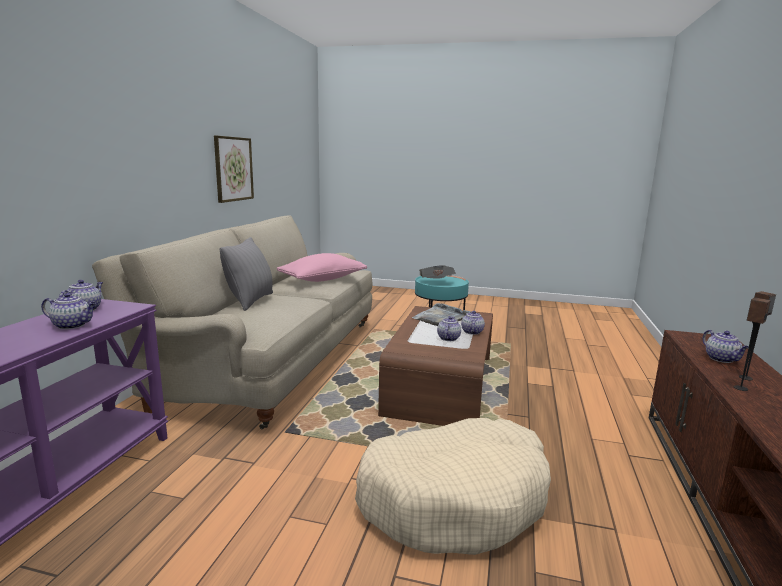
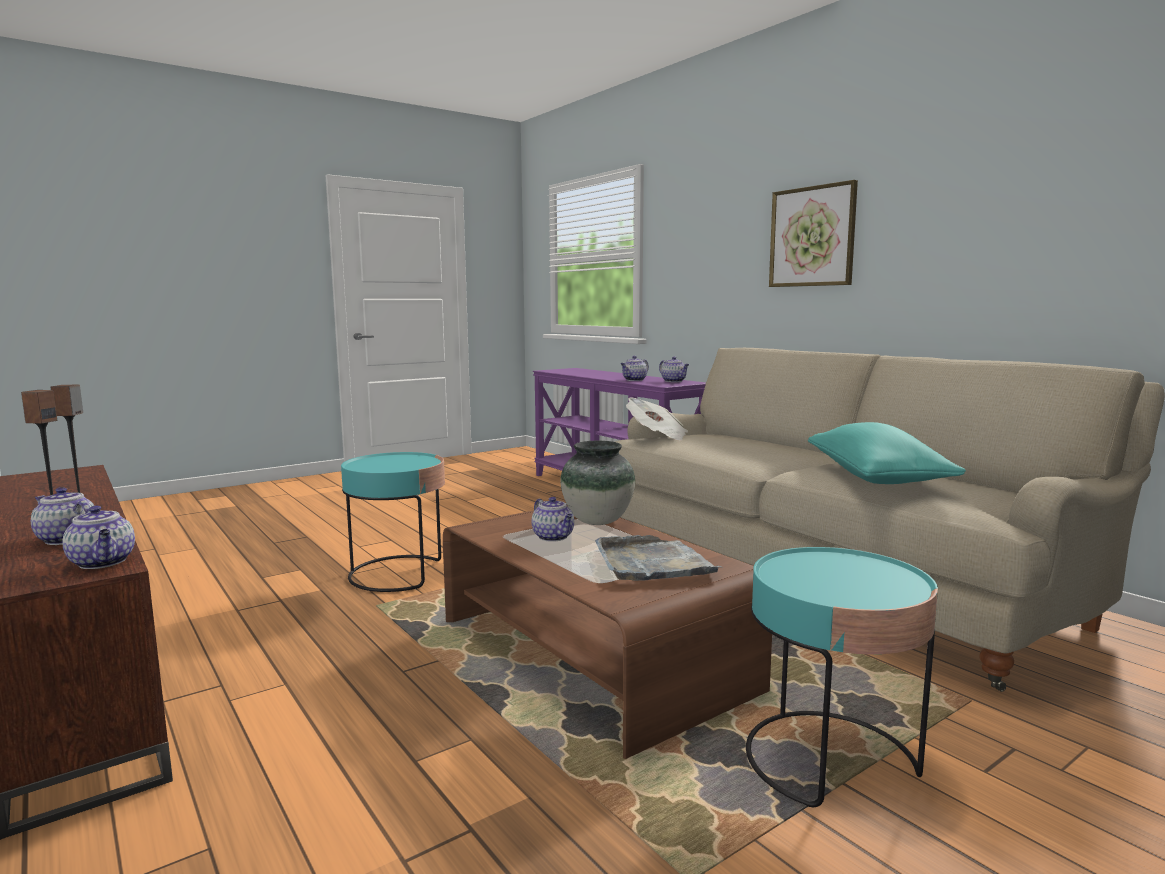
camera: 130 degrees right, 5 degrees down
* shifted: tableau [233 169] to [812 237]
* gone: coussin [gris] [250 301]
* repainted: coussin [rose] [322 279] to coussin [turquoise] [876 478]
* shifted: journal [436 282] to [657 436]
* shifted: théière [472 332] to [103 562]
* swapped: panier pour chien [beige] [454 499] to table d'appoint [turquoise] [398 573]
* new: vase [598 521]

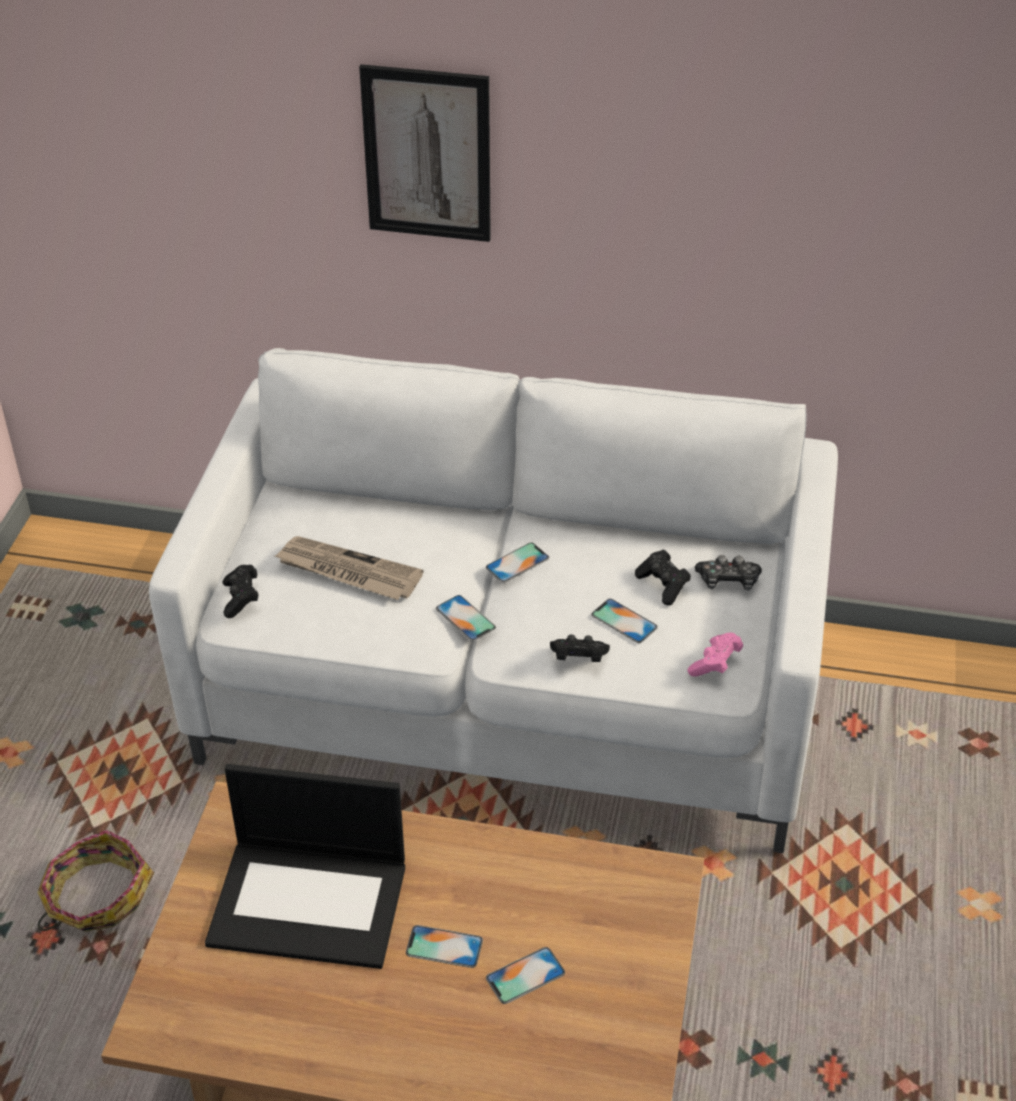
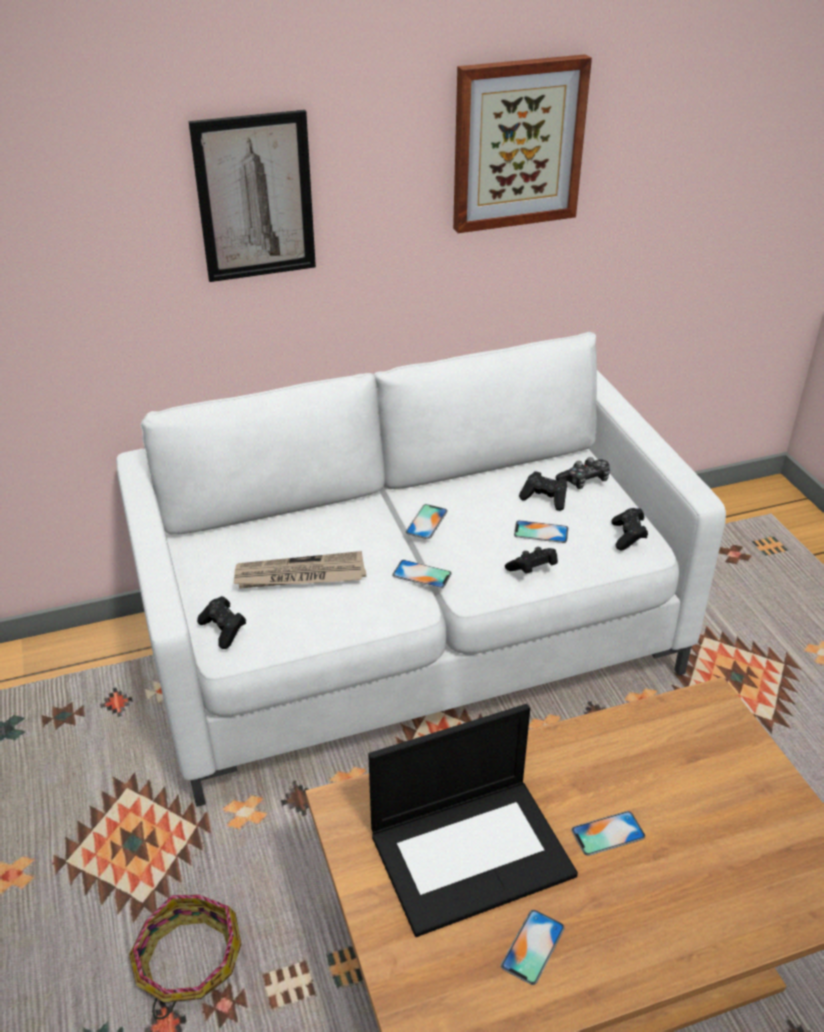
camera: 30 degrees left, 5 degrees down
* repainted: manette [rose] [715 664] to manette [noir] [628 536]
* shifted: téléphone [525 975] to [533 946]
* new: tableau [517 144]

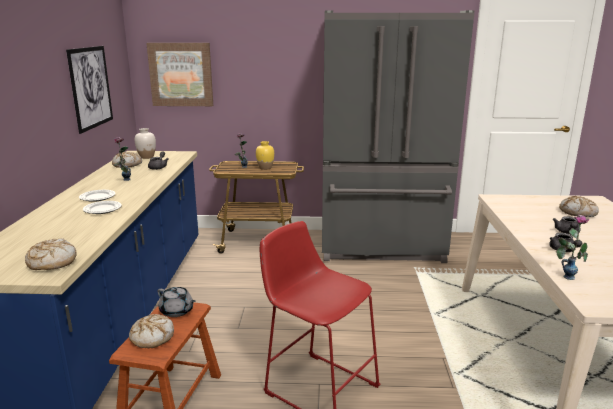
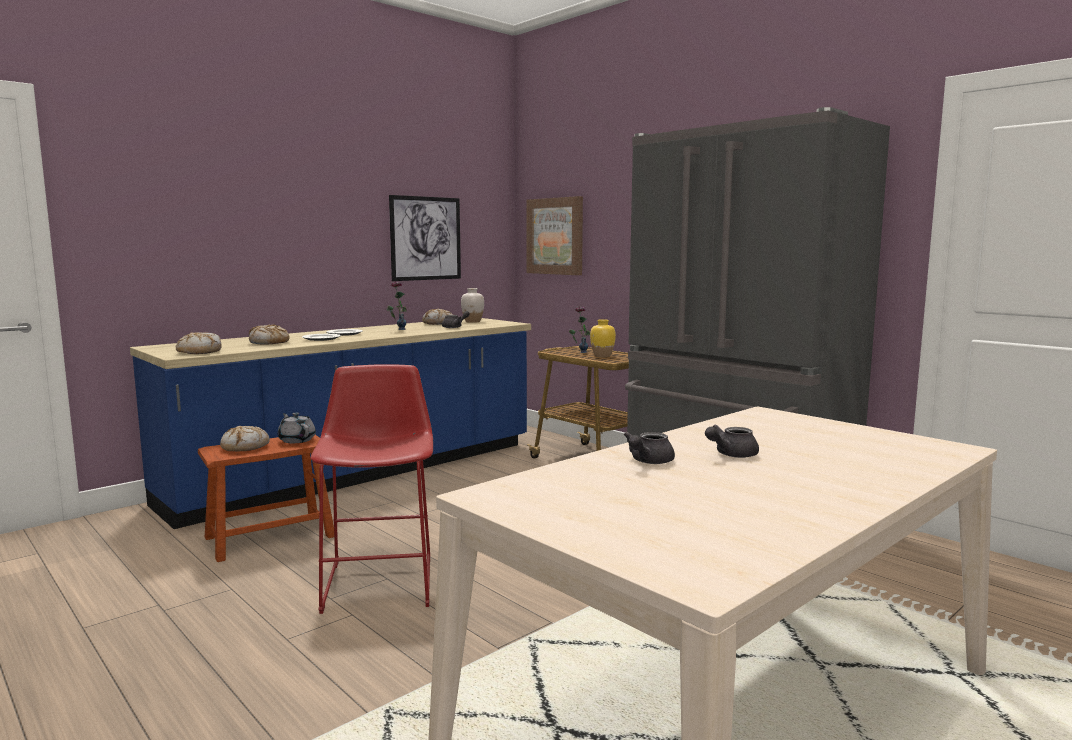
camera: 45 degrees right, 10 degrees down
* shifted: pain [578 212] to [269 343]
* gone: vase [567 274]
* rotated: théière [gris] [177 311] = [297 440] 150 degrees clockwise

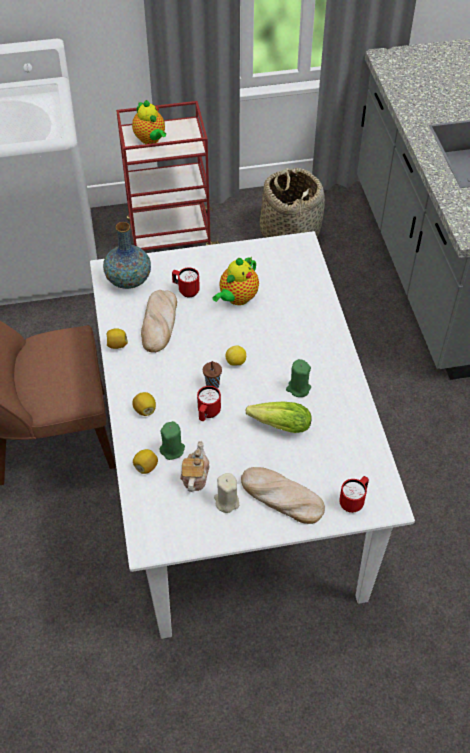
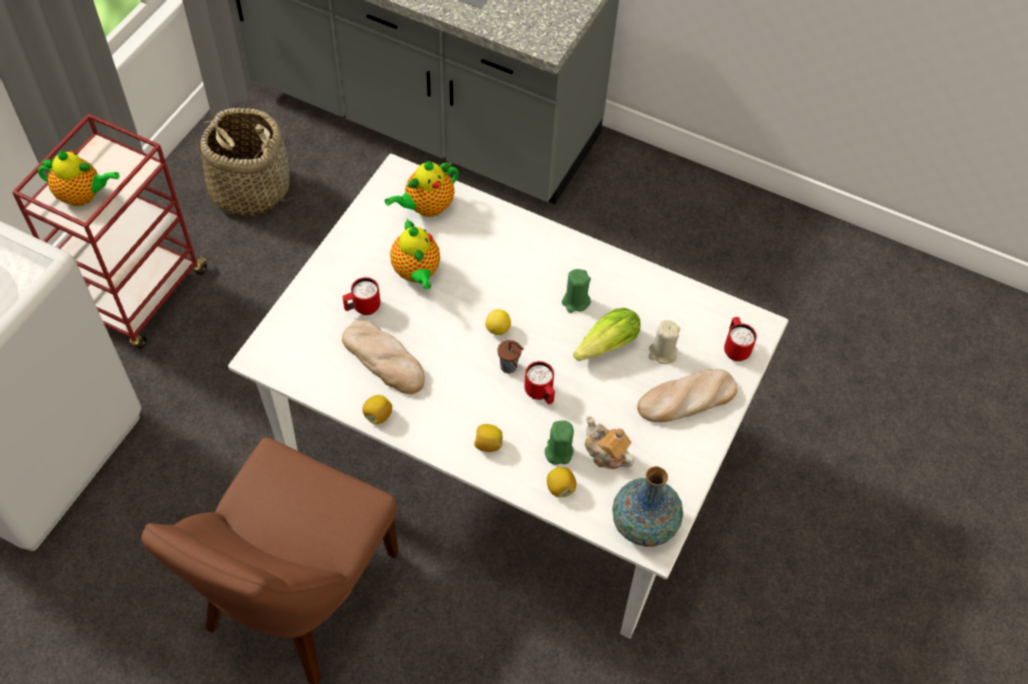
camera: 55 degrees left, 5 degrees up
* shifted: vase [129 280] to [644 524]
* shifted: bougie [beige] [226 501] to [662 353]
* new: théière [426 207]

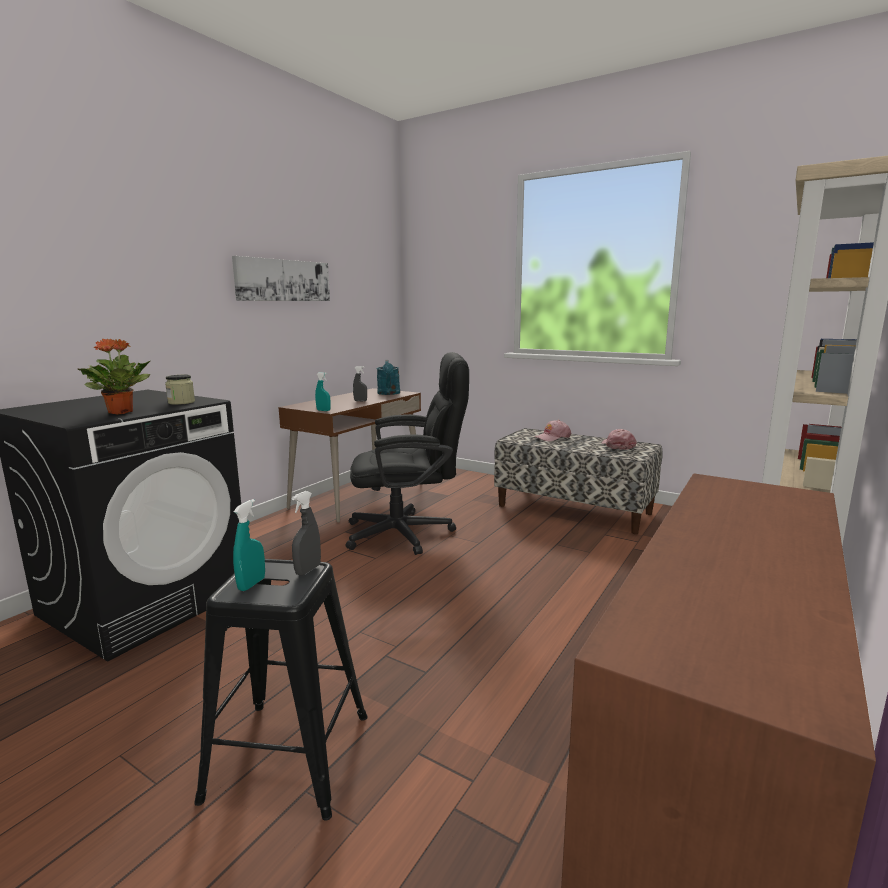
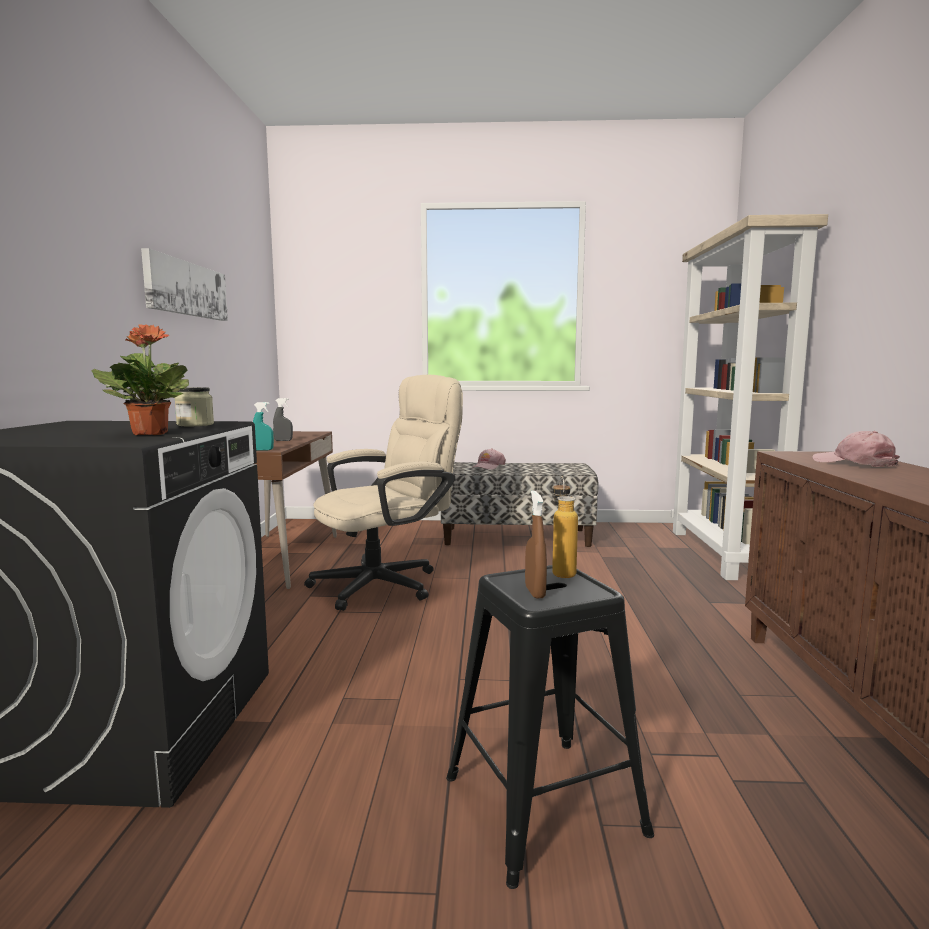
camera: 30 degrees left, 5 degrees down
* repainted: chaise de bureau [noir] [410 533] to chaise de bureau [beige] [387 583]
* gone: arrosoir [turquoise] [389 393]
* shifted: casquette [rose] [617 445] to [854 463]
* swapped: vaporisateur [gris] [308 570] to bouteille [562 571]
* repainted: vaporisateur [turquoise] [251 584] to vaporisateur [marron] [535 592]

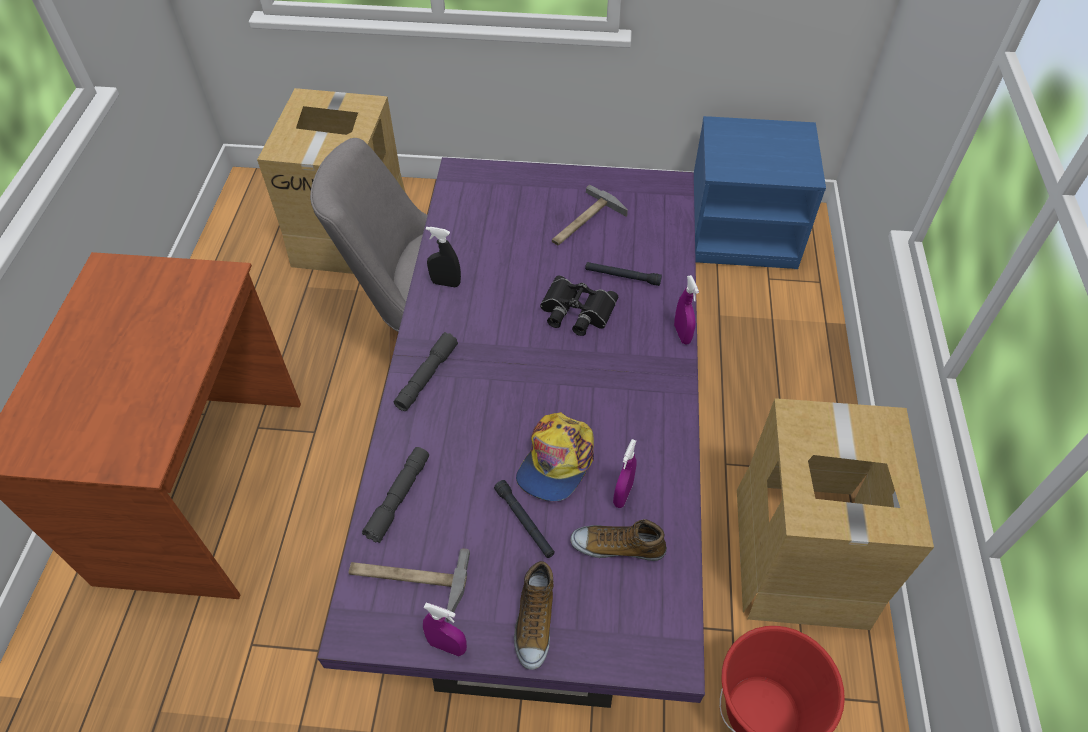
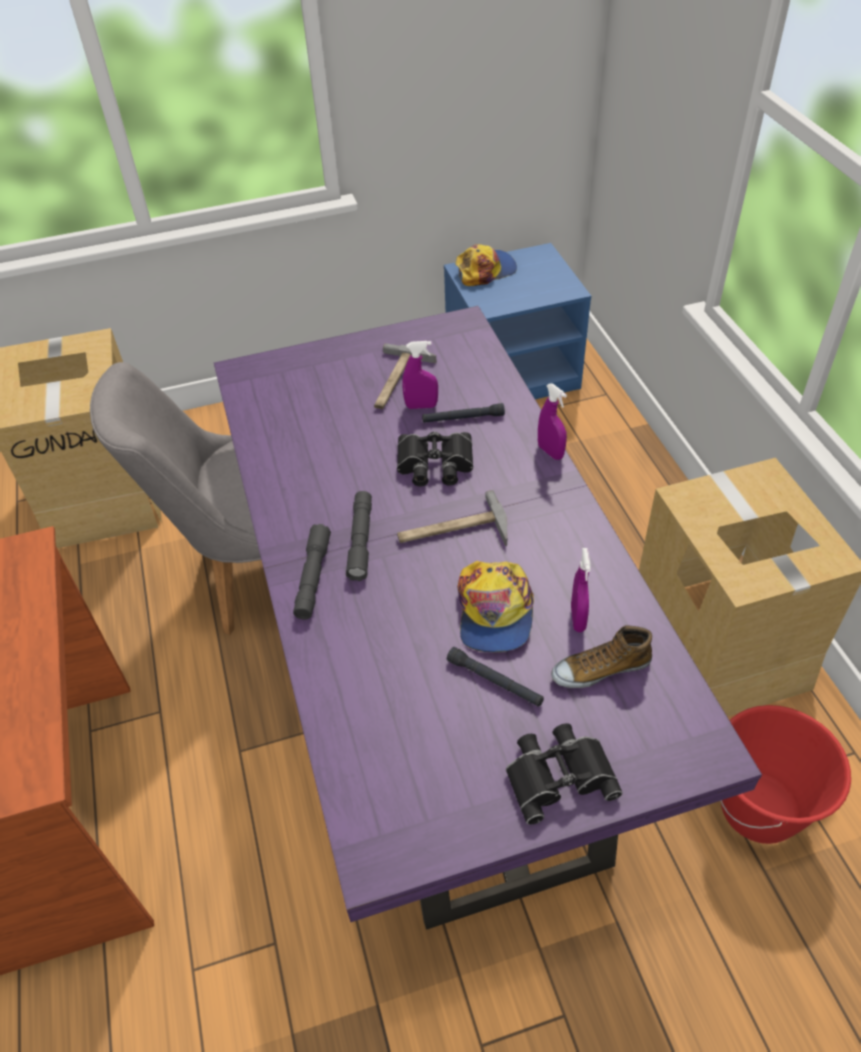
camera: 20 degrees left, 5 degrees down
* gone: vaporisateur [noir] [445 283]
* shifted: lampe de poche [gris] [398 497] to [361 540]
* shifted: marteau [407 580] to [452 531]
* swapped: chaussure [534 621] to jumelles [noir] [558 774]
* shifted: vaporisateur [violet] [447 646] to [421 406]
* new: casquette [485 270]

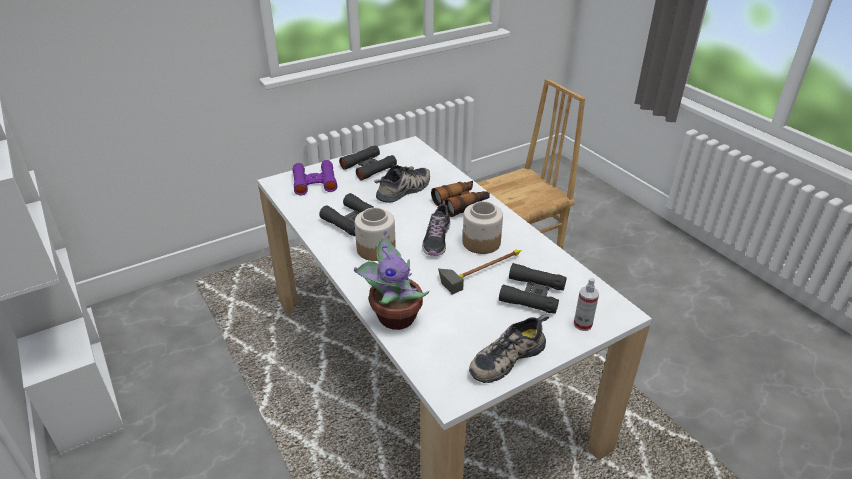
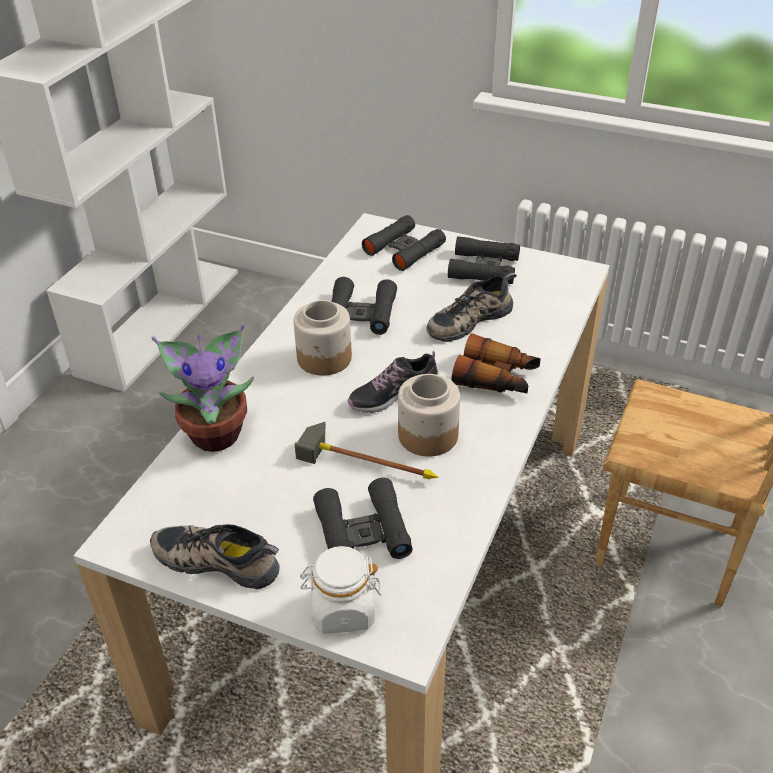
camera: 55 degrees right, 5 degrees up
* repainted: jumelles [violet] [314 182] to jumelles [noir] [404 249]
* rotated: chaussure [404 190] = [469 319] 135 degrees clockwise
* swapped: vaporisateur [582 324] to bocal [blanc] [342 610]

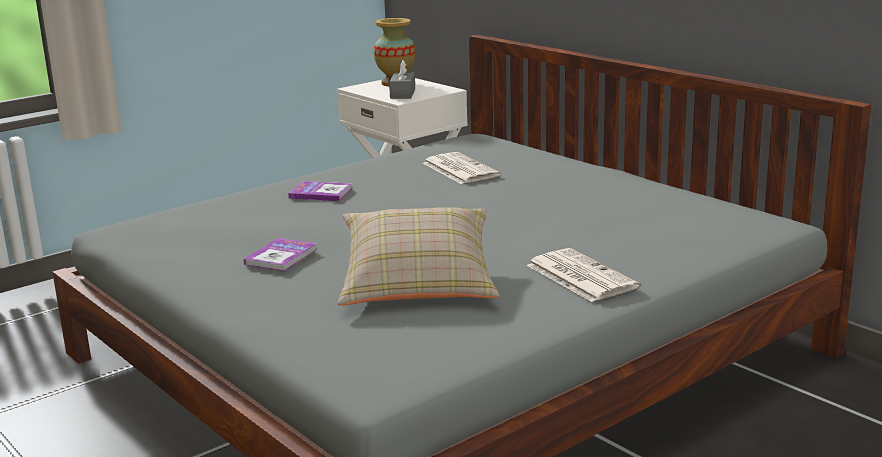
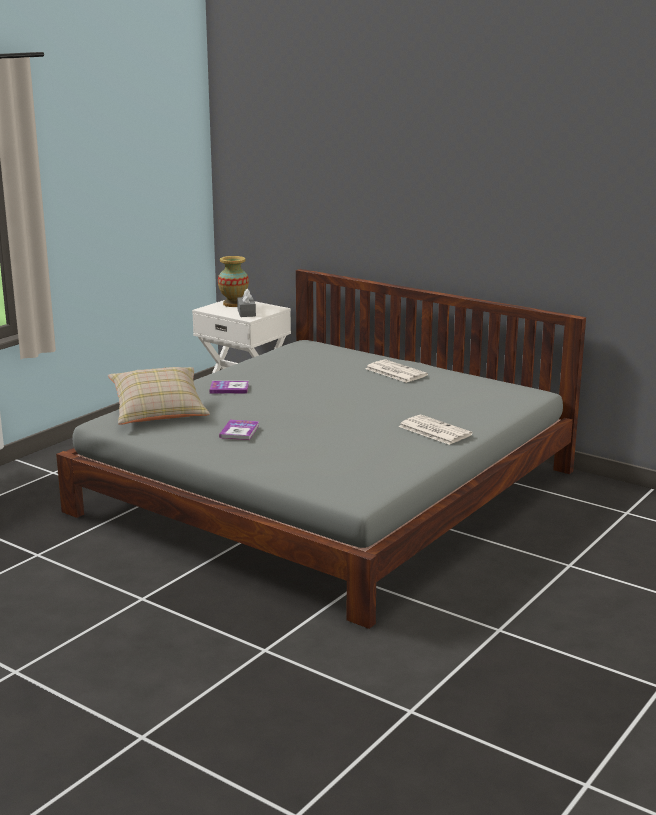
camera: 15 degrees left, 0 degrees up
* shifted: journal [458 169] to [395 372]
* shifted: coussin [beige] [417 284] to [158 412]

